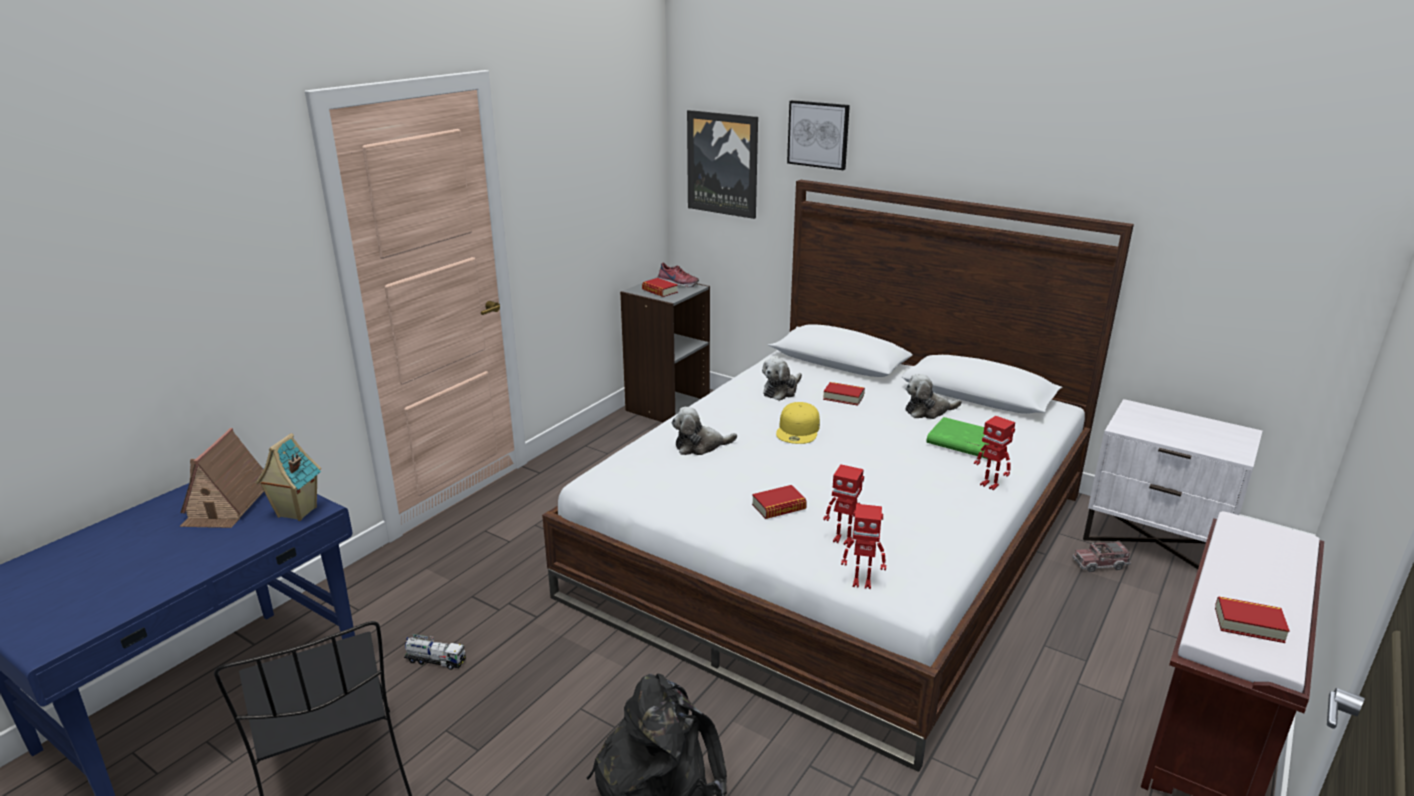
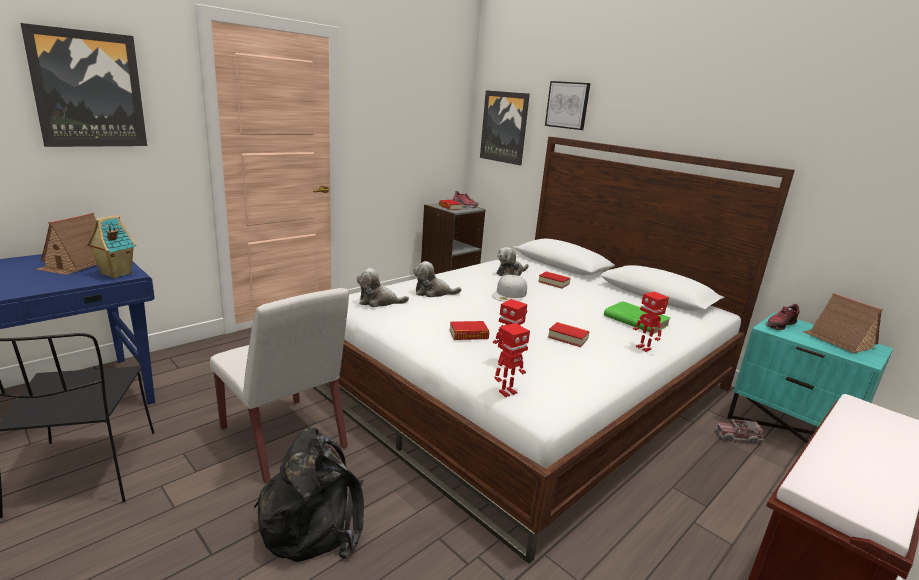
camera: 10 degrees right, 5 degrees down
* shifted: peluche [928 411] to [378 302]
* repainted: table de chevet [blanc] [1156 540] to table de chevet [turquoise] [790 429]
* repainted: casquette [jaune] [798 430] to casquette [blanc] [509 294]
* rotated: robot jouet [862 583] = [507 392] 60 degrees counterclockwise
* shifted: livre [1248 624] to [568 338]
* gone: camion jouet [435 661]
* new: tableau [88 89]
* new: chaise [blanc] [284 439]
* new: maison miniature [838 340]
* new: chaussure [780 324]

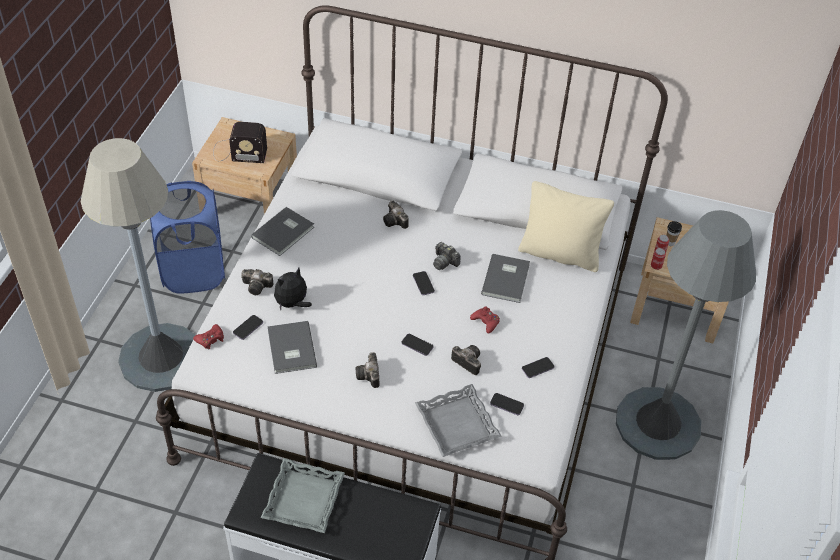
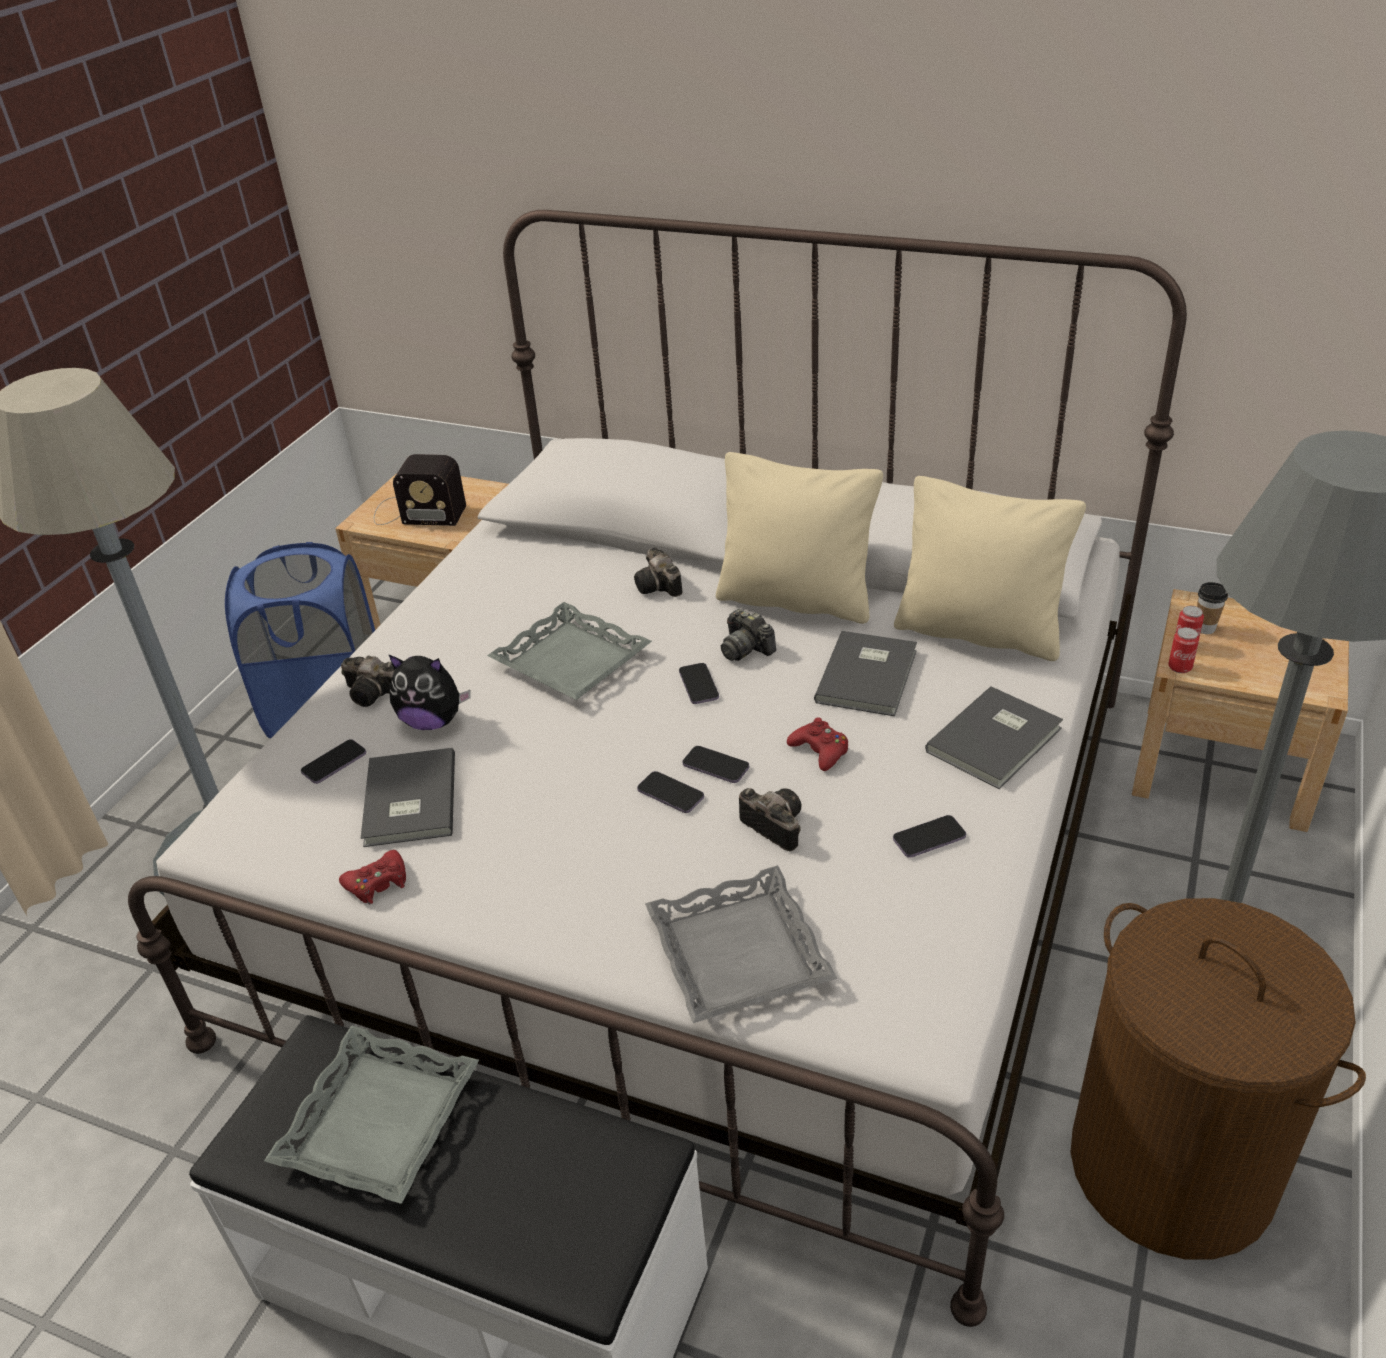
camera: 10 degrees right, 10 degrees down
* shifted: livre [gris] [284 233] to [997 740]
* rotated: peluche [292 304] = [433 721] 135 degrees counterclockwise
* shifted: manette [rouge] [210 339] to [378 883]
* gone: appareil photo [369 376]
* shifted: téléphone [506 405] to [716 766]
* new: coussin [beige] [796 600]
* new: plateau [gris] [572 660]
* new: panier à linge [marron] [1172 1167]

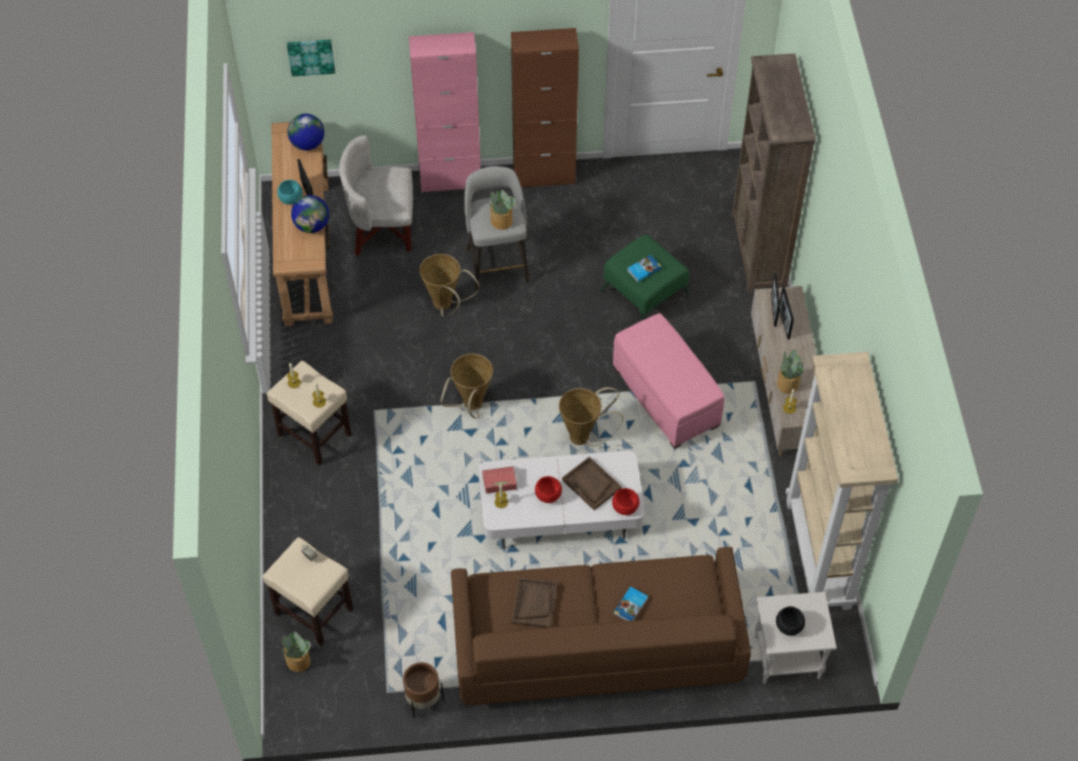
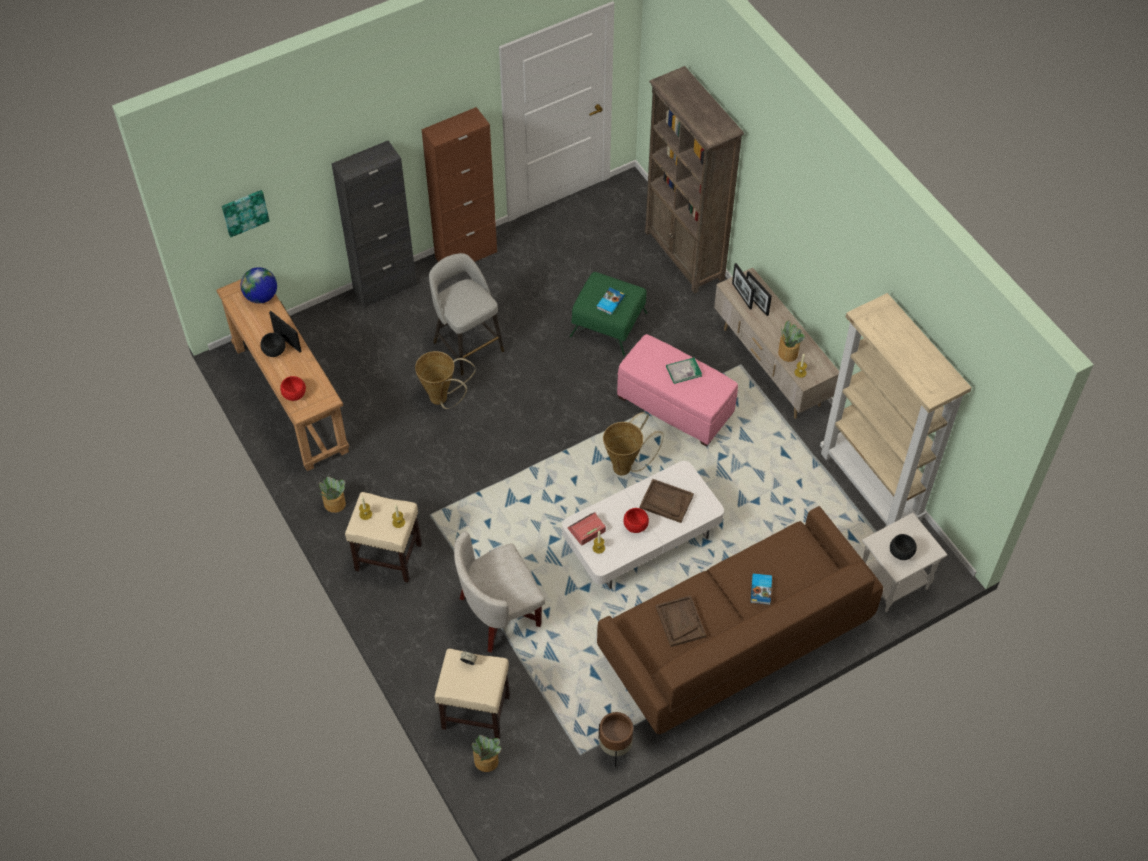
camera: 25 degrees left, 0 degrees up
* repainted: meuble de rangement [rose] [450 180] to meuble de rangement [noir] [385 287]
* shifted: fauteuil [blanc] [382 229] to [499 613]
* repainted: bol [turquoise] [290 199] to bol [noir] [274 351]
* shifted: plante en pot [501 222] to [335 504]
* gone: globe [312 226]
* gone: panier [471 407]
* shifted: bol [rouge] [625 508] to [294 395]
* new: livre [683 371]

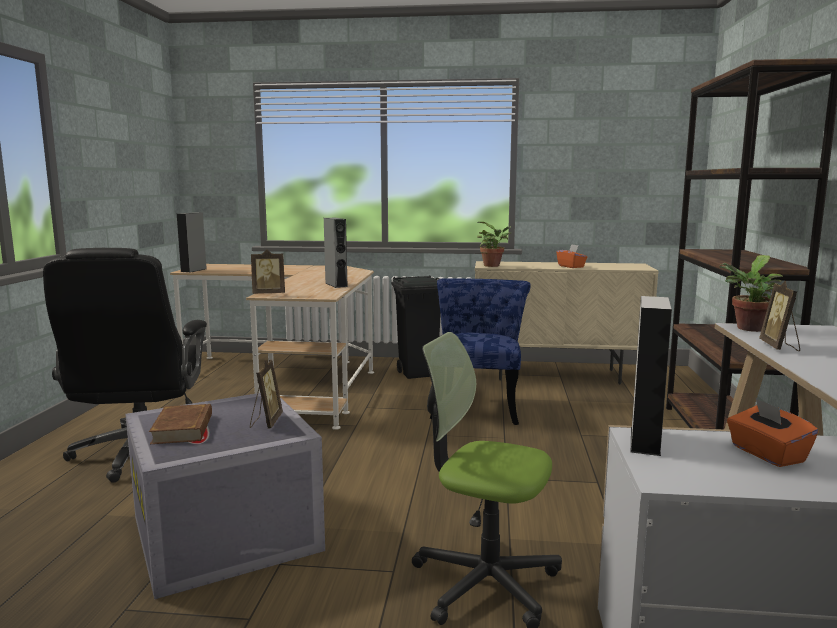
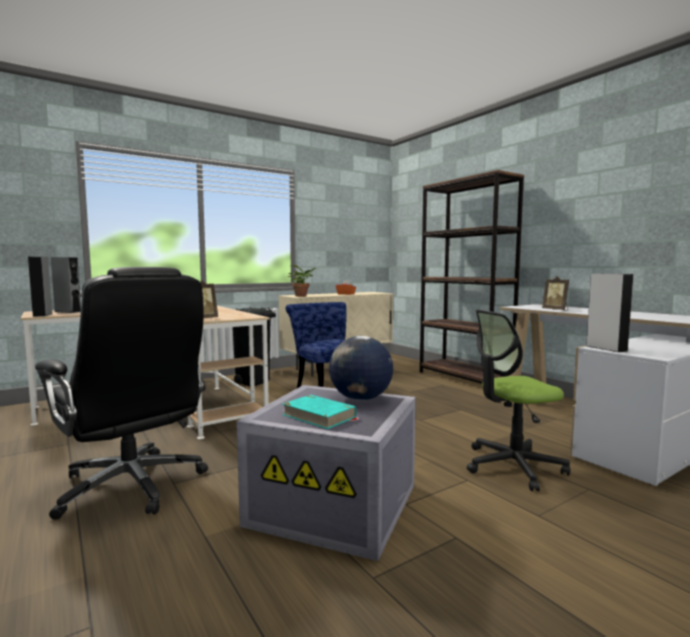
camera: 40 degrees left, 5 degrees down
* shifted: enceinte [gris] [336 285] to [68 311]
* gone: plante en pot [749 329]
* swapped: cadre photo [266 422] to globe [360 399]
* gone: boîte à mouchoirs [orange] [767 454]
* repainted: livre [marron] [183 429] to livre [turquoise] [318 416]

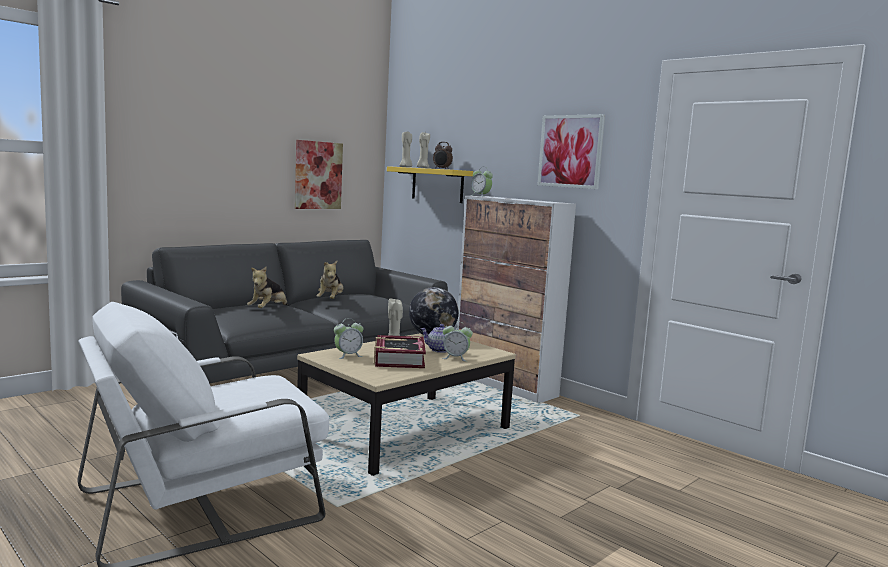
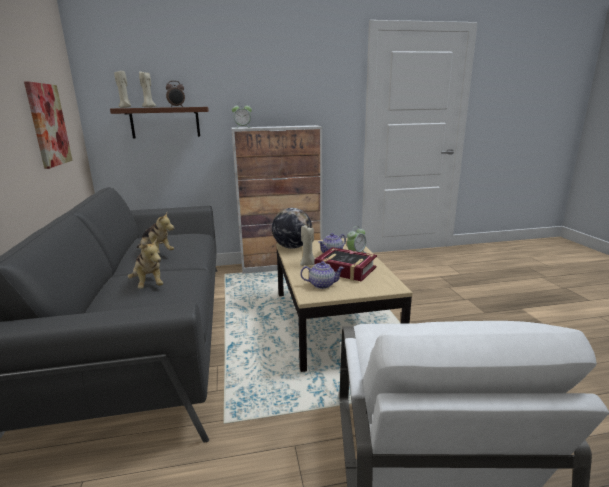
camera: 55 degrees left, 10 degrees up
* gone: tableau [570 151]
* repainted: étagère [jaune] [437 185] to étagère [marron] [165 122]
* swapped: réveil [348 356] to théière [322 285]

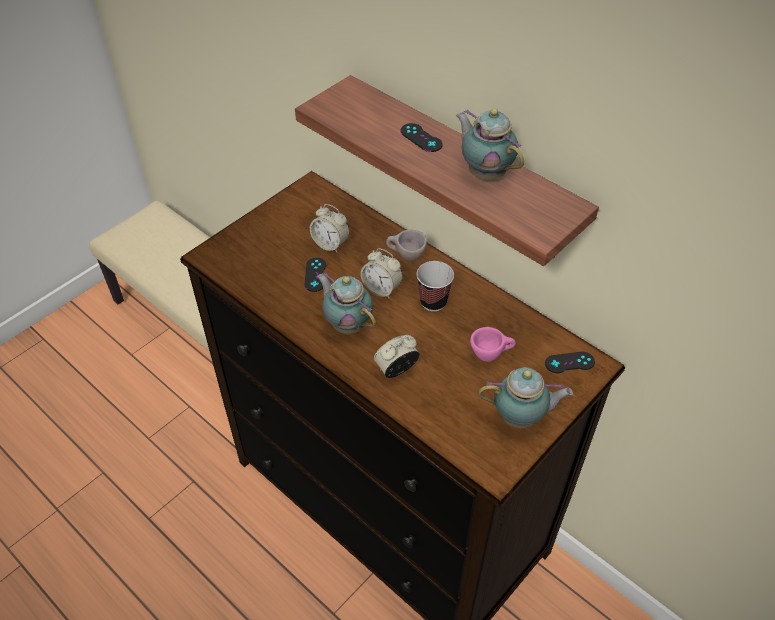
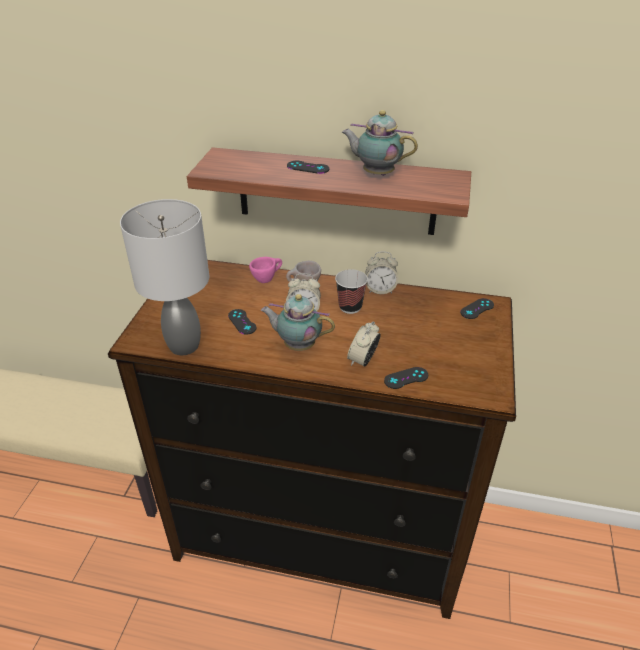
camera: 30 degrees left, 10 degrees down
* shifted: réveil [330 244] to [380 290]
* shifted: tasse [rose] [490 355] to [267 279]
* gone: théière [521 418]
* new: lampe de table [gris] [185 345]
* new: manette [noir] [406 378]

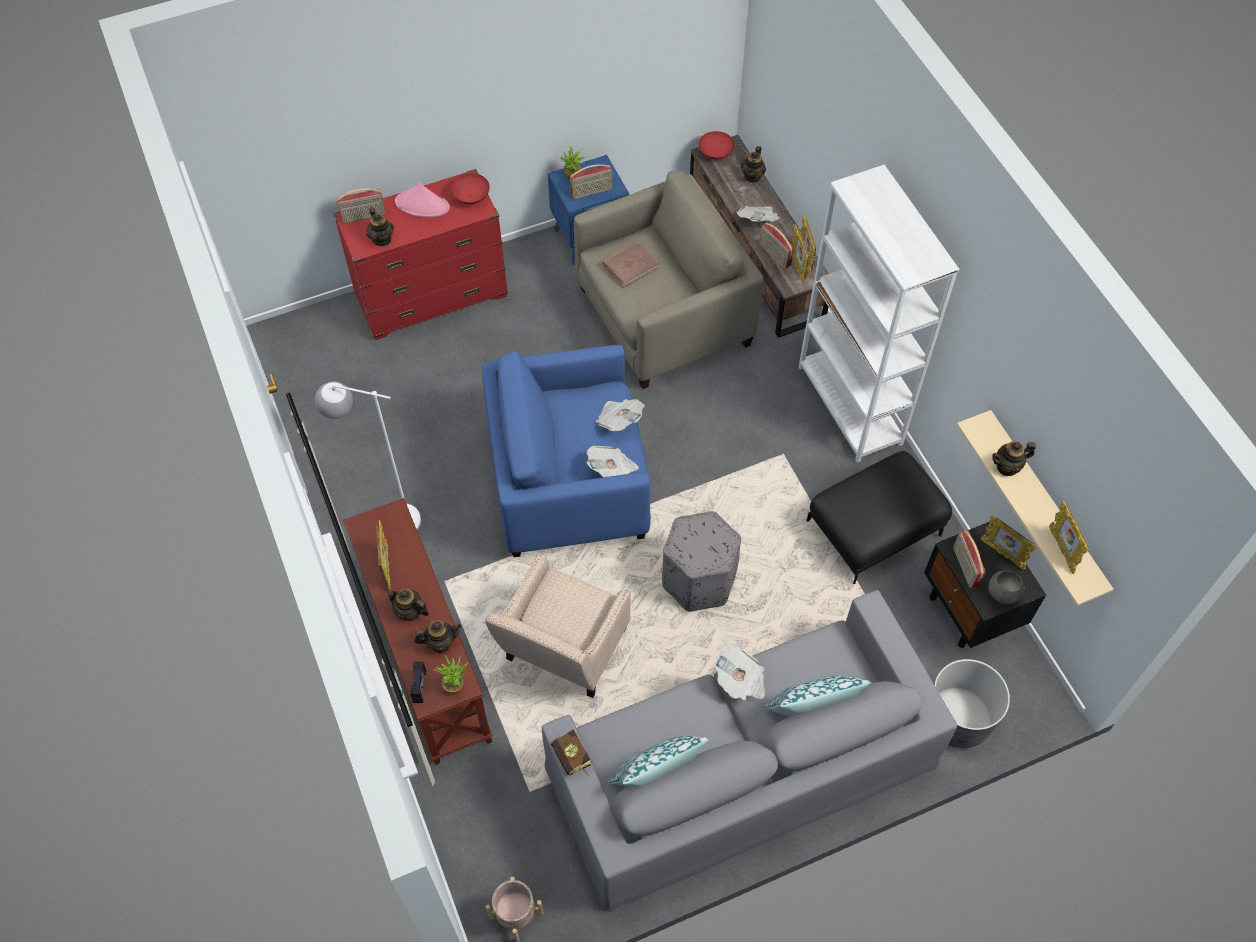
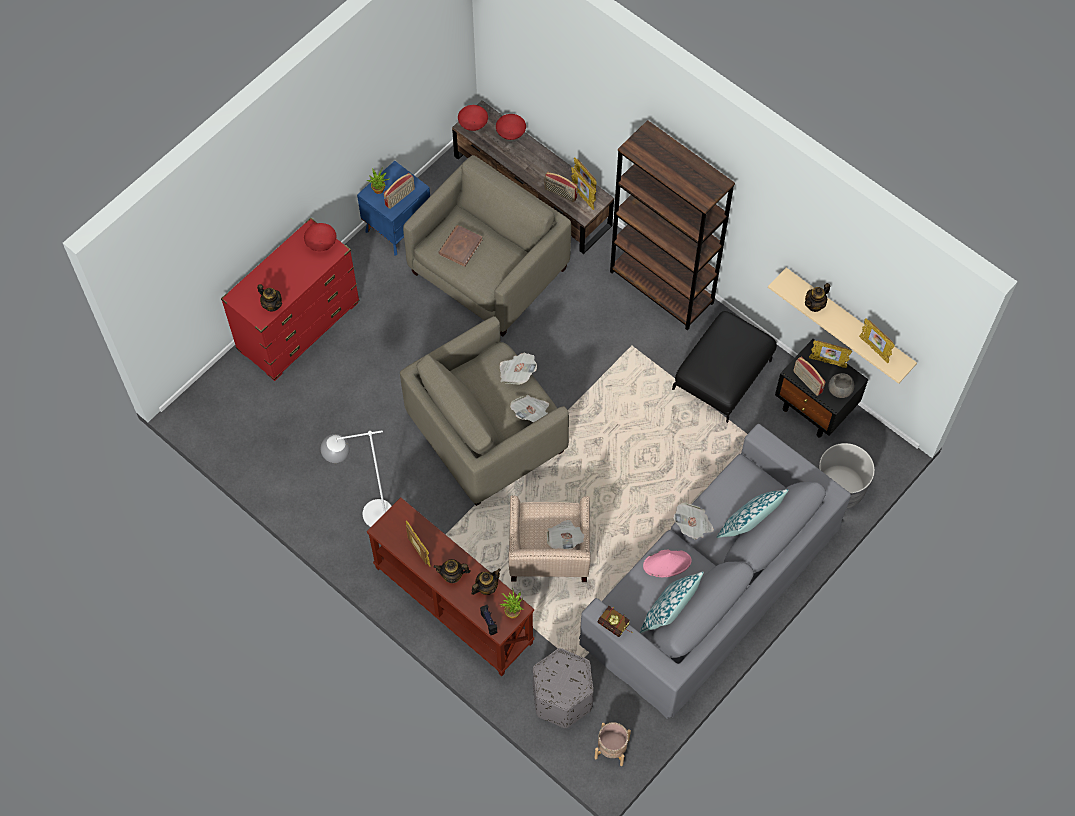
camera: 25 degrees left, 5 degrees up
* swapped: théière [752 176] to bol [rouge] [511 132]
* repainted: bibliothèque [blanc] [850 405] to bibliothèque [marron] [662 287]
* shifted: chapeau [rose] [422 205] to [667 563]
* gone: radio [363 217]
* shifted: journal [758 221] to [565 539]
* repainted: fauteuil [bleu] [569 483] to fauteuil [beige] [486 432]
* shifted: pouf [gris] [698 580] to [562 699]

